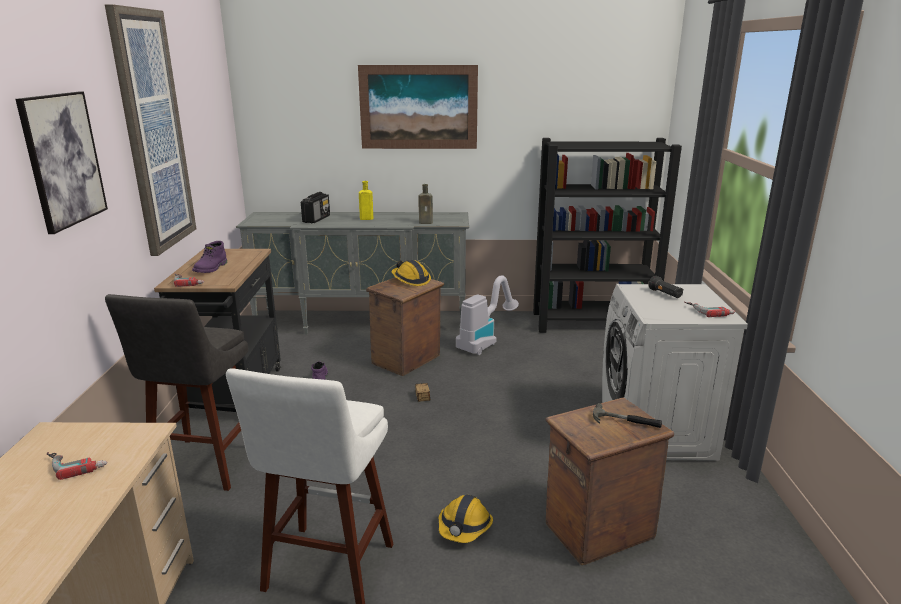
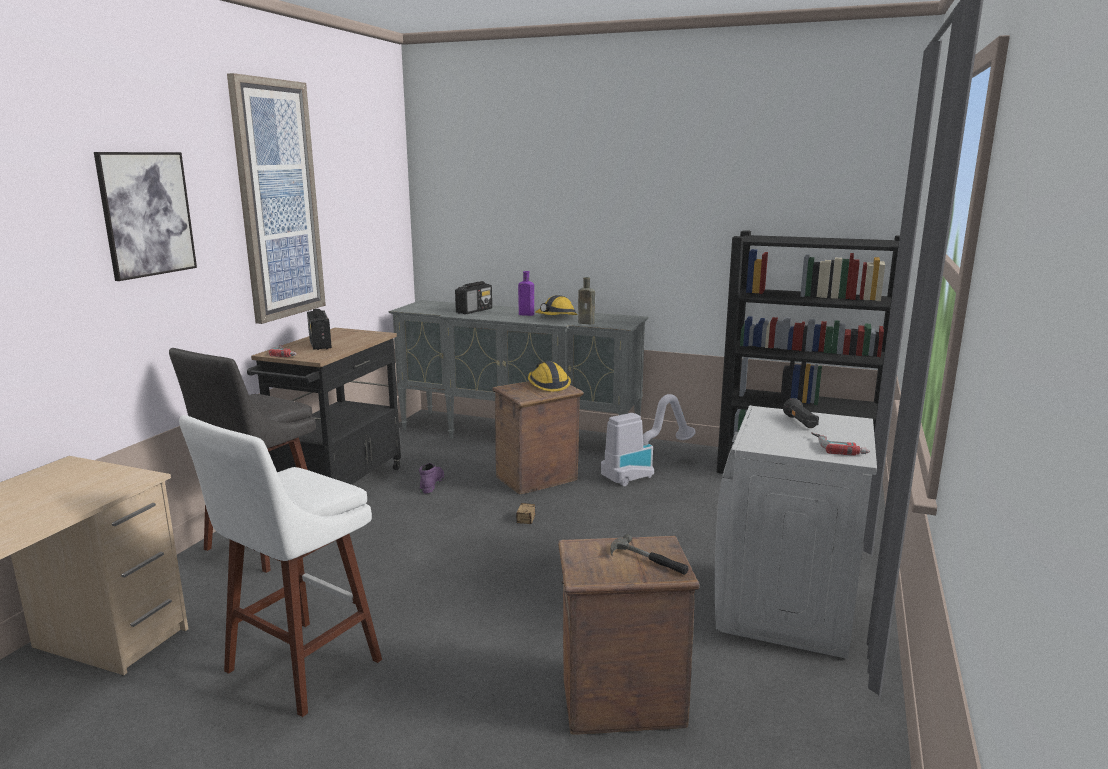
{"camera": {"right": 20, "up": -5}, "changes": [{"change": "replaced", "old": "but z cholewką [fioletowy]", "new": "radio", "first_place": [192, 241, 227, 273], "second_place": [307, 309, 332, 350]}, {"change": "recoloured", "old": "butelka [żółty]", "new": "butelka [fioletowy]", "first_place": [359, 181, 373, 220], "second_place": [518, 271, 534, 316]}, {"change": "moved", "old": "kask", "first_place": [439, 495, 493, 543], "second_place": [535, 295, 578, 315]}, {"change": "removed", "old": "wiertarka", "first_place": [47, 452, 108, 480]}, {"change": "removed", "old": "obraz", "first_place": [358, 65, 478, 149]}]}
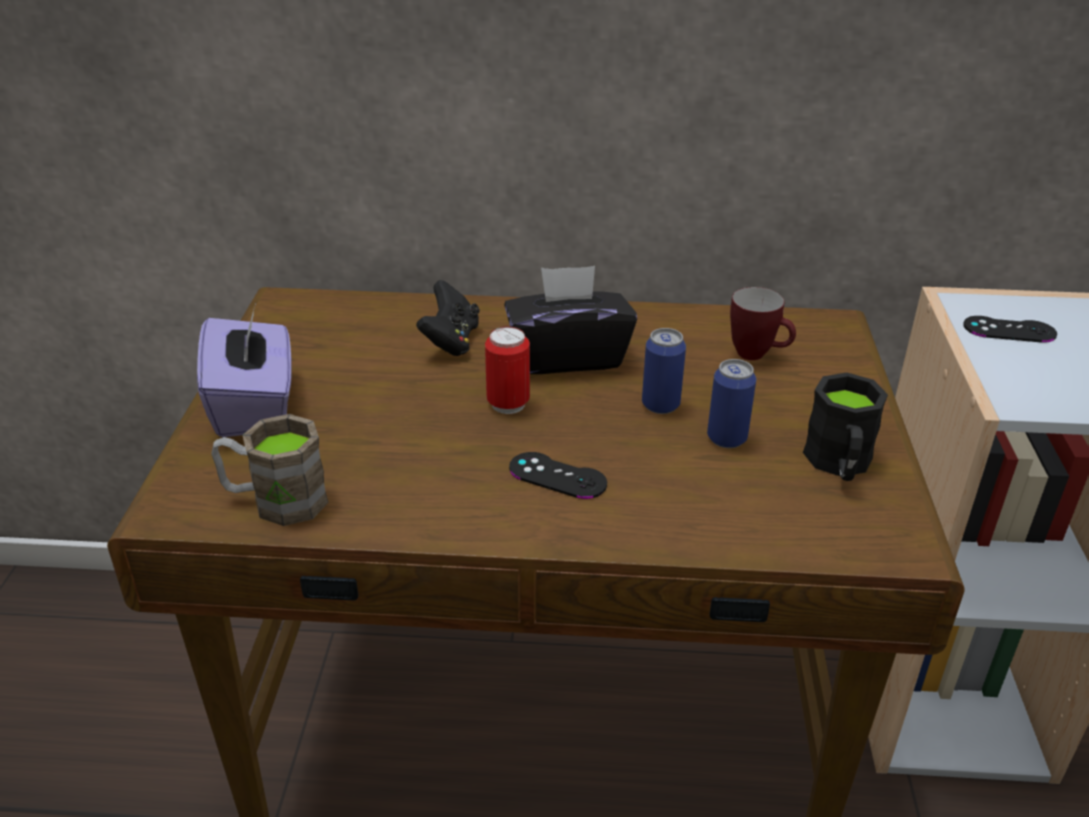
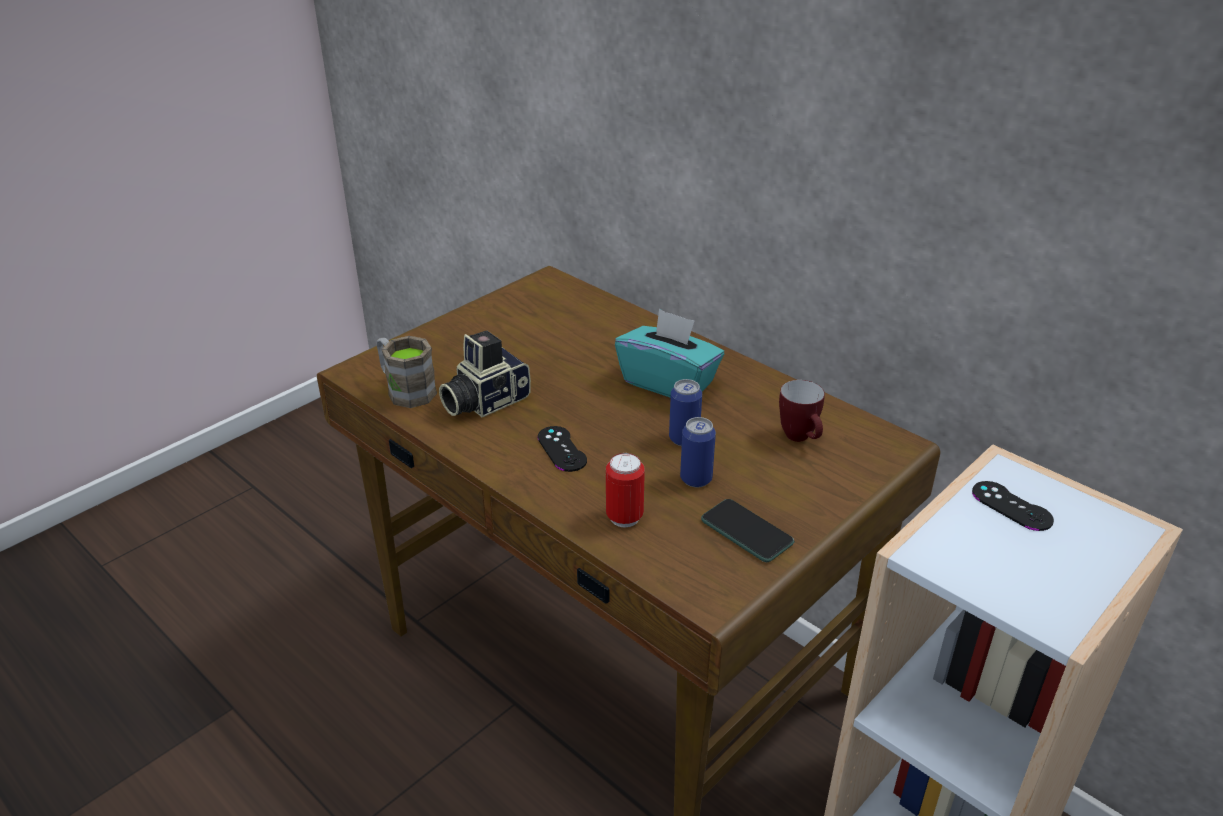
{"camera": {"right": 40, "up": 0}, "changes": [{"change": "added", "new": "aparat fotograficzny", "second_place": [439, 331, 531, 417]}, {"change": "moved", "old": "puszka", "first_place": [485, 326, 530, 414], "second_place": [606, 453, 645, 527]}, {"change": "recoloured", "old": "pudełko chusteczek [czarny]", "new": "pudełko chusteczek [turkusowy]", "first_place": [504, 266, 637, 374], "second_place": [615, 309, 724, 398]}, {"change": "replaced", "old": "kubek [czarny]", "new": "telefon", "first_place": [803, 373, 888, 481], "second_place": [701, 499, 794, 562]}, {"change": "removed", "old": "pudełko chusteczek [fioletowy]", "first_place": [197, 304, 292, 438]}, {"change": "removed", "old": "pad do gier [czarny]", "first_place": [416, 280, 480, 356]}]}
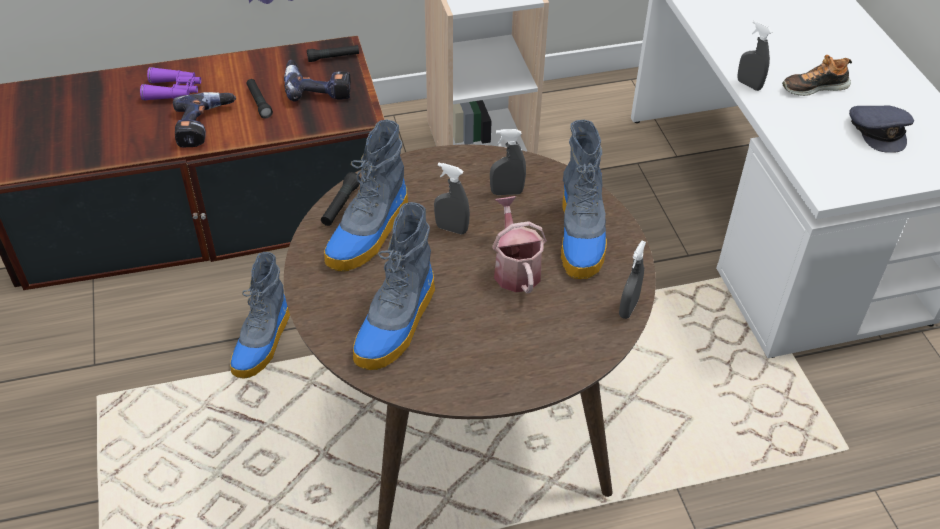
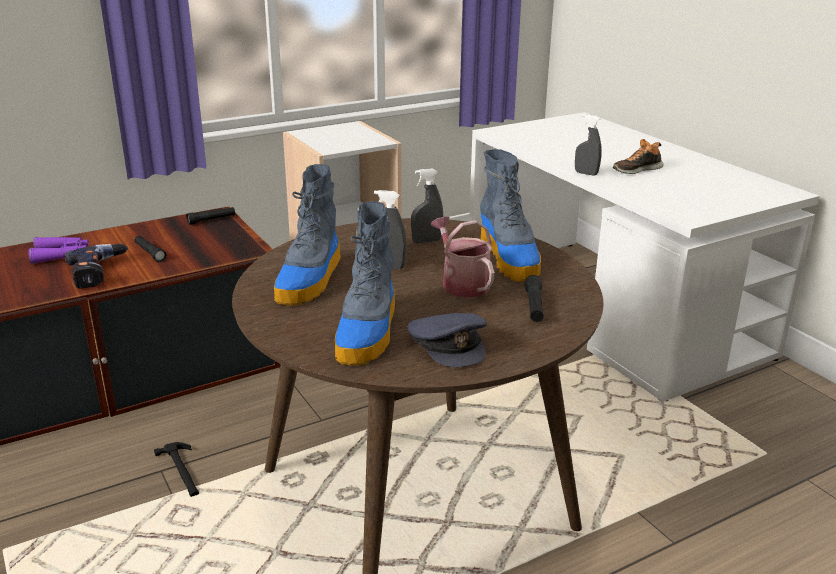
{"camera": {"right": -15, "up": -20}, "changes": [{"change": "replaced", "old": "but z cholewką", "new": "młotek", "first_place": [230, 252, 290, 378], "second_place": [154, 442, 199, 497]}, {"change": "moved", "old": "czapka z daszkiem [szary]", "first_place": [849, 106, 914, 153], "second_place": [407, 313, 487, 367]}, {"change": "moved", "old": "latarka [czarny]", "first_place": [321, 172, 361, 226], "second_place": [524, 275, 544, 322]}, {"change": "removed", "old": "wiertarka", "first_place": [284, 60, 351, 101]}, {"change": "removed", "old": "spryskiwacz [szary]", "first_place": [619, 241, 646, 319]}]}
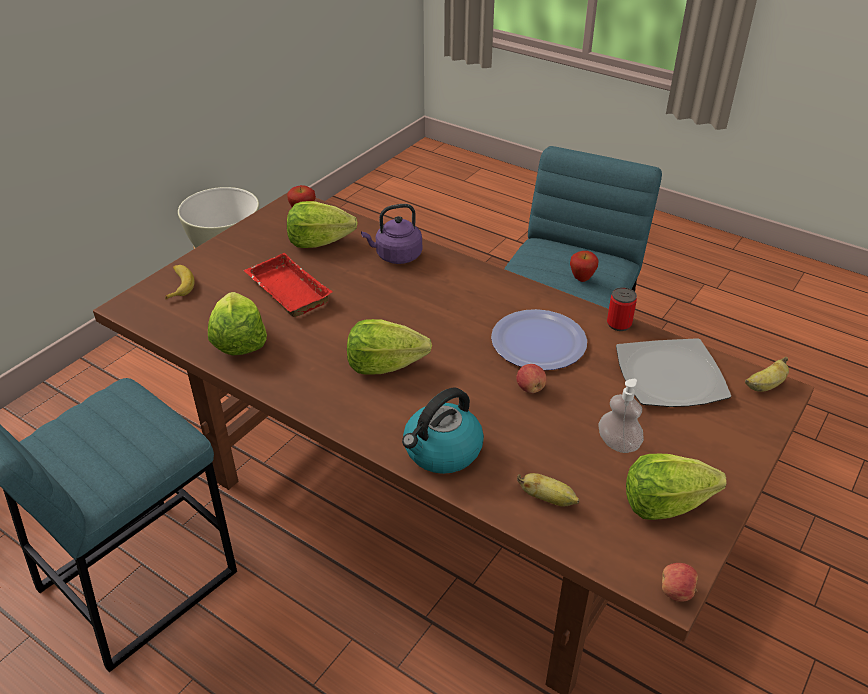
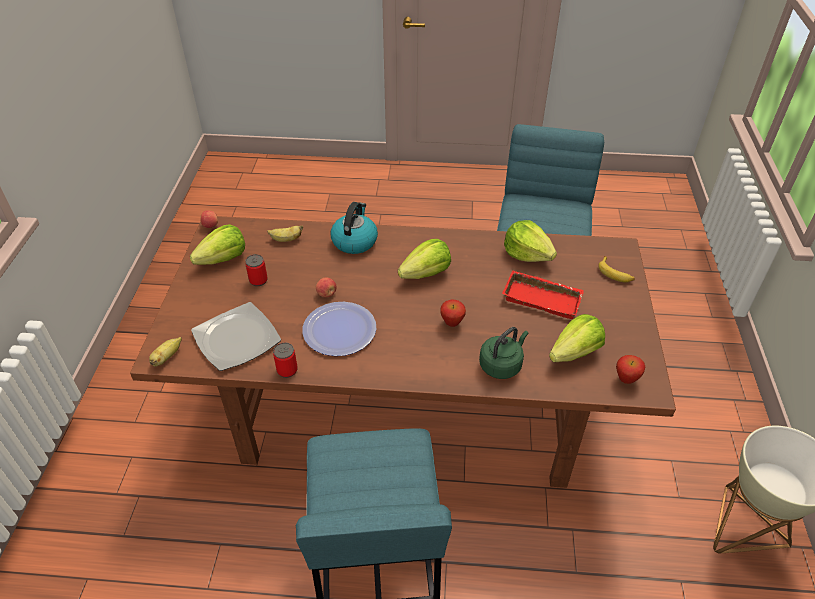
{"camera": {"right": 150, "up": 5}, "changes": [{"change": "replaced", "old": "dozownik mydła", "new": "puszka", "first_place": [598, 379, 644, 453], "second_place": [245, 254, 268, 286]}, {"change": "moved", "old": "jabłko", "first_place": [570, 251, 598, 282], "second_place": [440, 300, 466, 327]}, {"change": "recoloured", "old": "czajnik [fioletowy]", "new": "czajnik [zielony]", "first_place": [361, 204, 422, 264], "second_place": [479, 327, 529, 379]}]}
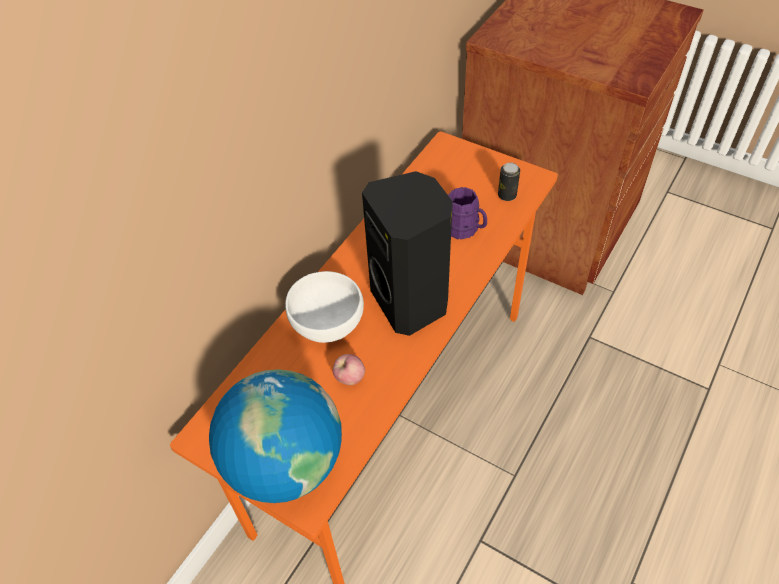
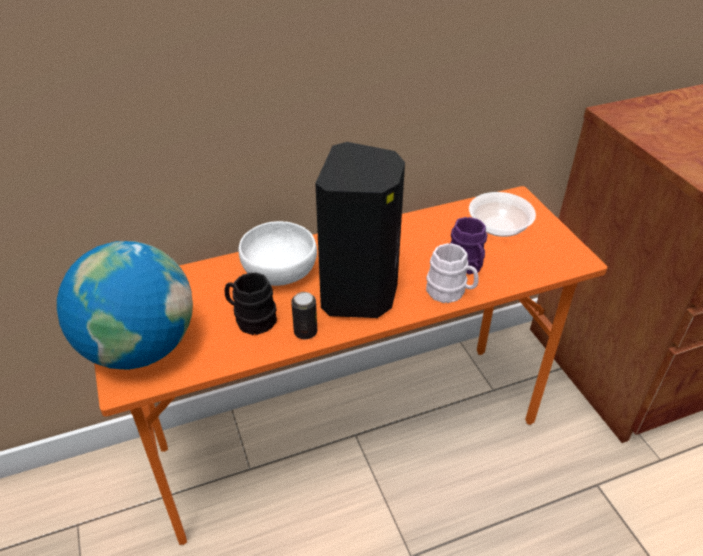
{"camera": {"right": 35, "up": -10}, "changes": [{"change": "replaced", "old": "jabłko", "new": "kubek [czarny]", "first_place": [333, 354, 365, 385], "second_place": [225, 272, 277, 335]}, {"change": "moved", "old": "puszka", "first_place": [498, 162, 520, 201], "second_place": [291, 292, 317, 339]}, {"change": "added", "new": "kubek [biały]", "second_place": [426, 243, 479, 303]}, {"change": "added", "new": "miska", "second_place": [469, 192, 536, 237]}]}
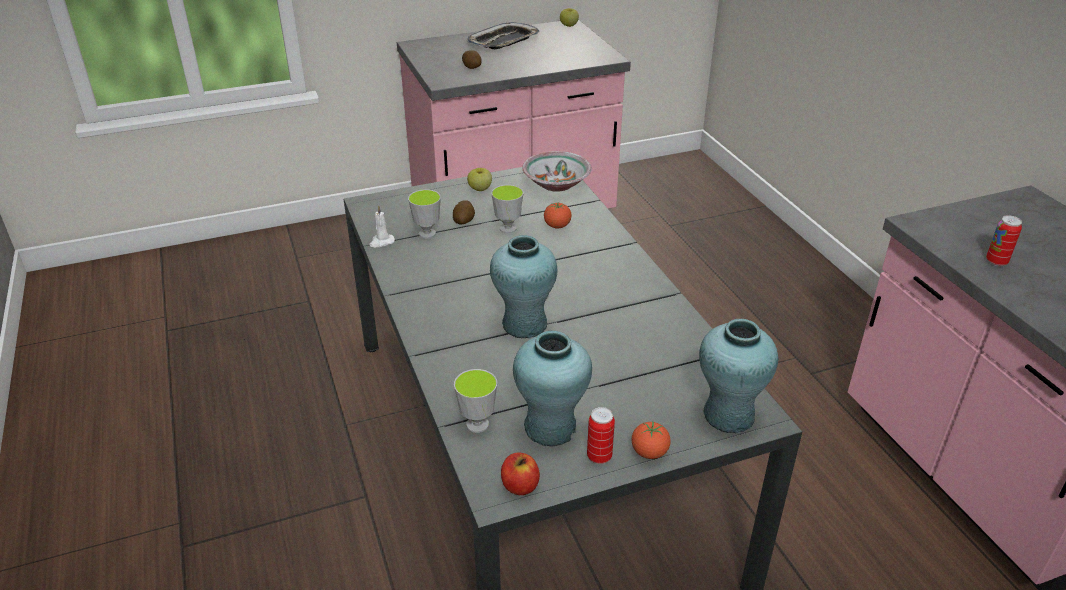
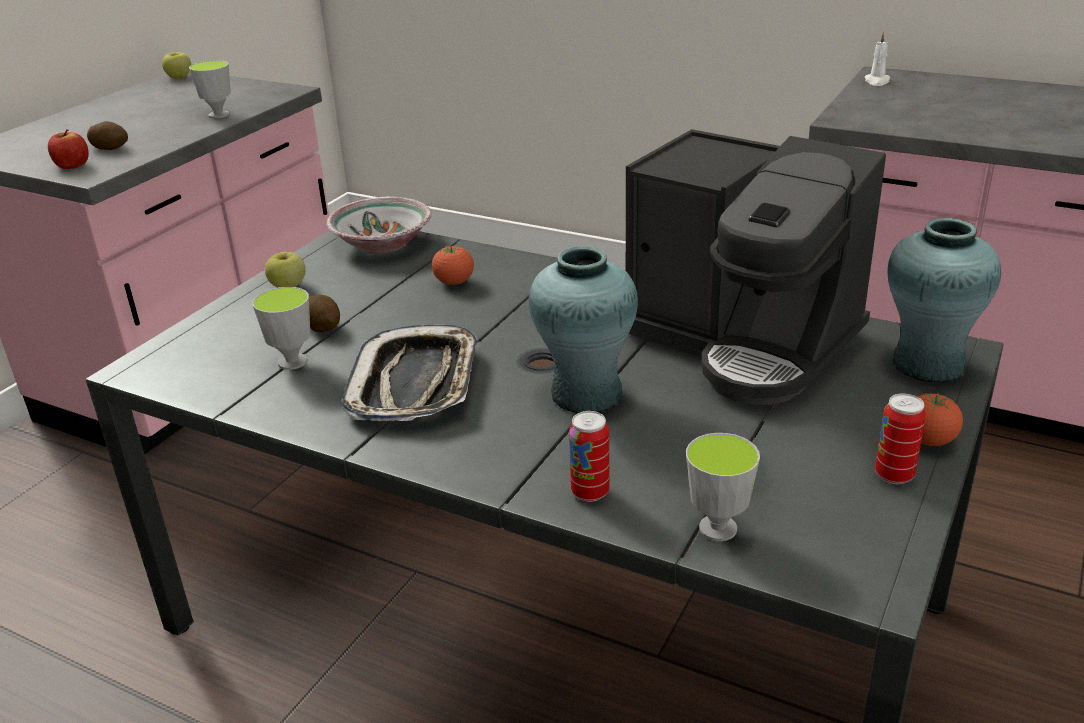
{"camera": {"right": -40, "up": -5}, "changes": [{"change": "moved", "old": "jabłko", "first_place": [501, 452, 540, 495], "second_place": [48, 129, 89, 169]}, {"change": "moved", "old": "filiżanka", "first_place": [491, 185, 524, 233], "second_place": [189, 60, 231, 118]}, {"change": "moved", "old": "taca", "first_place": [467, 22, 539, 49], "second_place": [342, 324, 478, 421]}, {"change": "moved", "old": "puszka", "first_place": [986, 215, 1022, 266], "second_place": [569, 411, 610, 502]}, {"change": "added", "new": "ekspres do kawy", "second_place": [626, 129, 886, 405]}, {"change": "moved", "old": "świeca [biały]", "first_place": [369, 205, 395, 247], "second_place": [865, 32, 890, 86]}, {"change": "removed", "old": "wazon [turkusowy]", "first_place": [513, 331, 592, 447]}]}
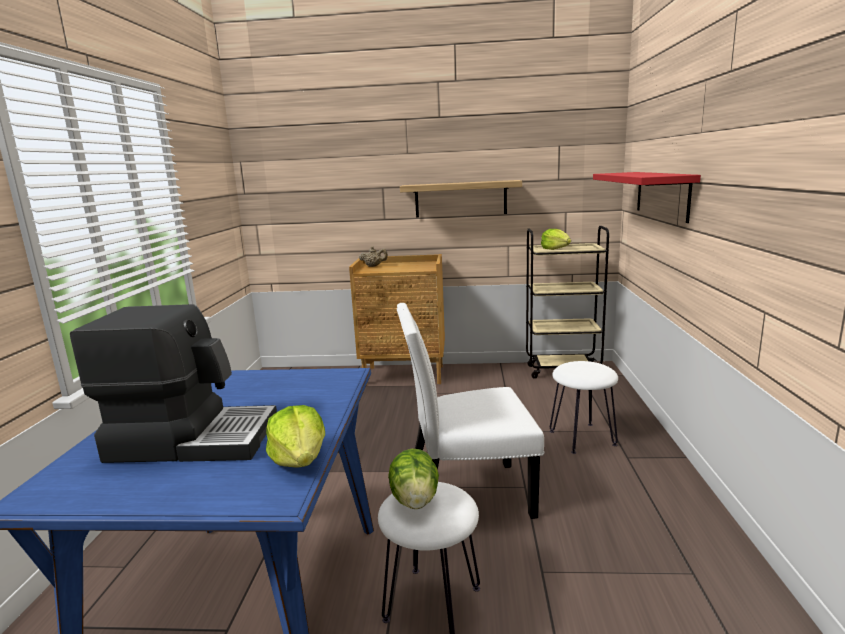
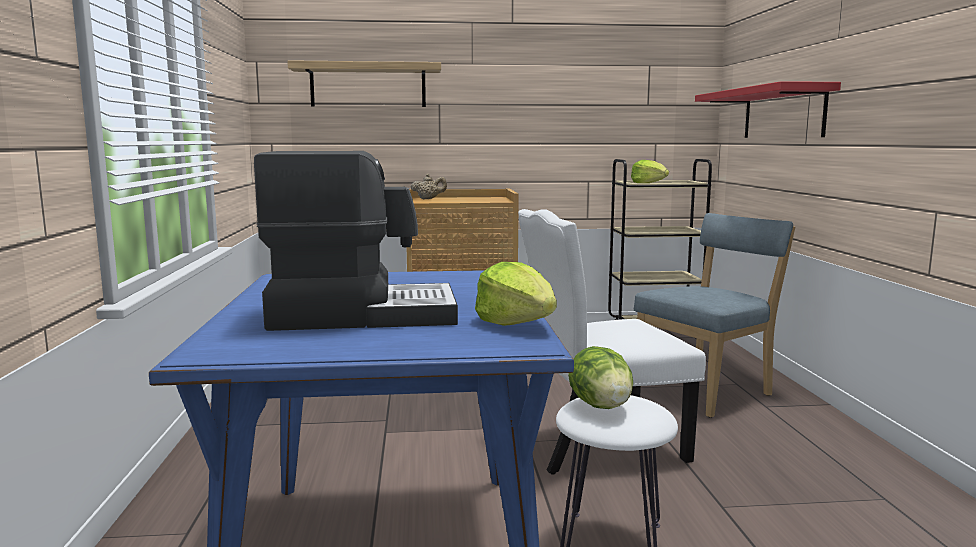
{"camera": {"right": -10, "up": -5}, "changes": [{"change": "moved", "old": "półka", "first_place": [400, 180, 522, 218], "second_place": [287, 60, 441, 107]}, {"change": "replaced", "old": "stołek [biały]", "new": "krzesło [niebieski]", "first_place": [550, 361, 618, 454], "second_place": [634, 213, 795, 418]}]}
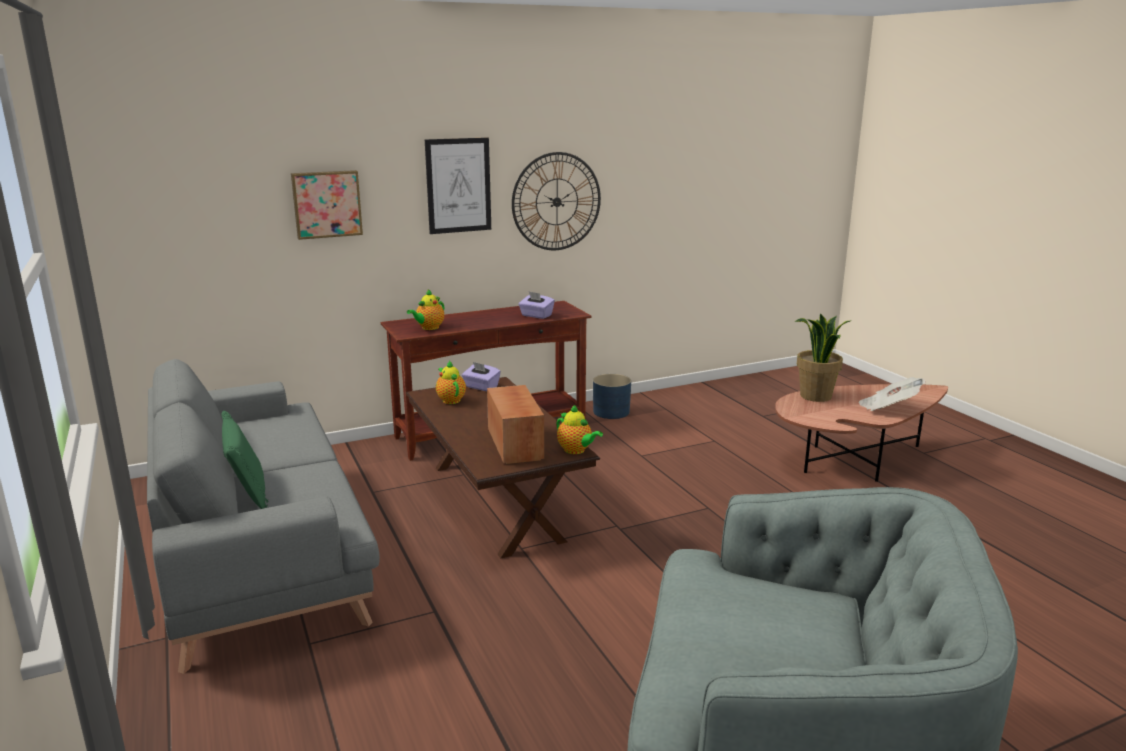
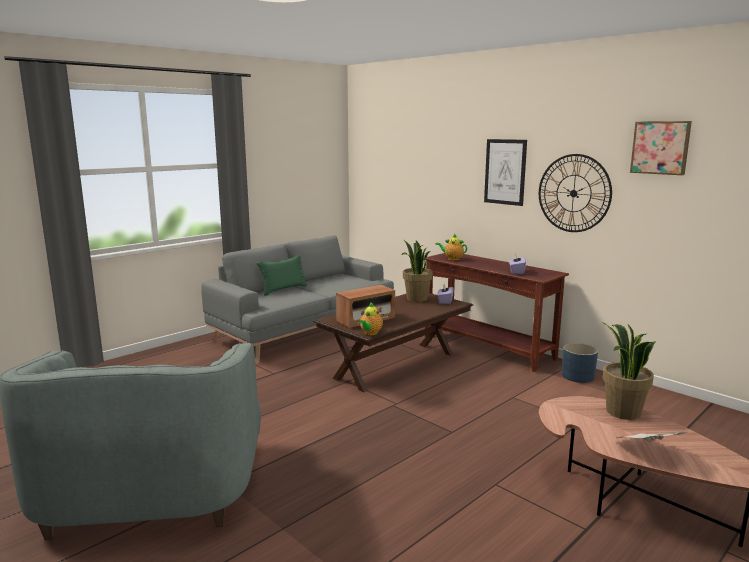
{"camera": {"right": 70, "up": -5}, "changes": [{"change": "replaced", "old": "imbryk", "new": "roślina doniczkowa", "first_place": [436, 360, 466, 404], "second_place": [401, 240, 433, 302]}, {"change": "moved", "old": "obraz", "first_place": [291, 170, 363, 240], "second_place": [630, 121, 692, 175]}]}
